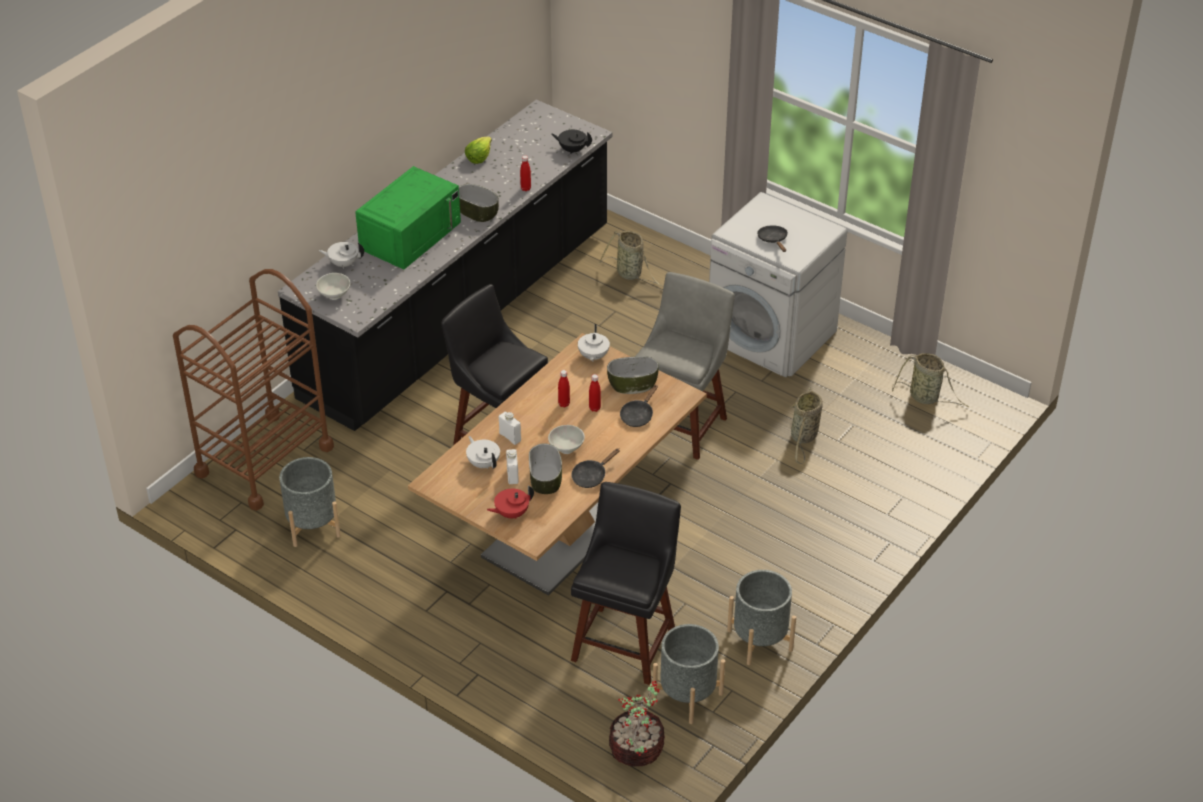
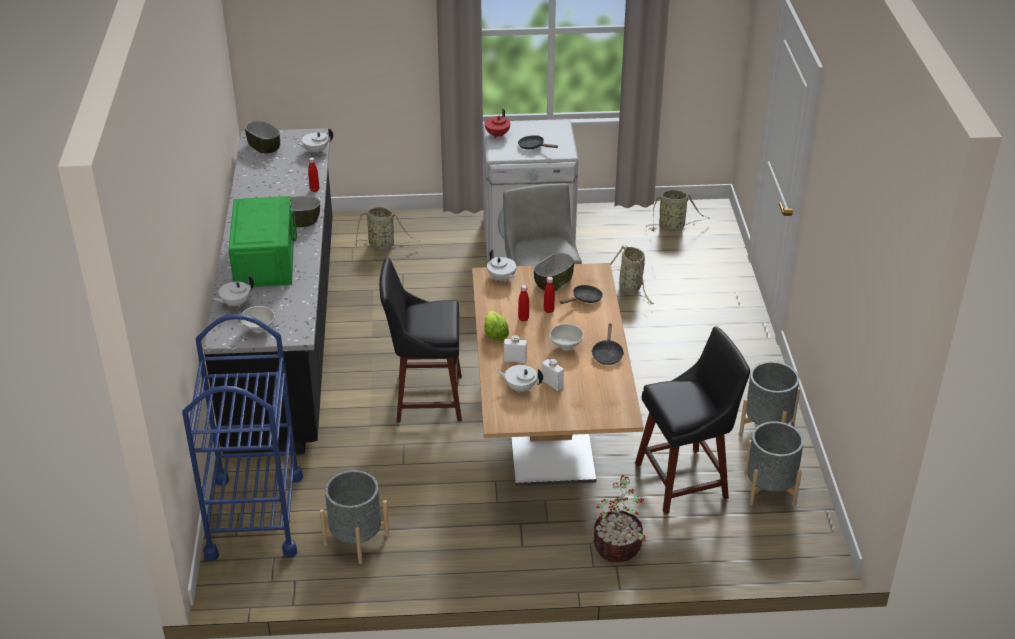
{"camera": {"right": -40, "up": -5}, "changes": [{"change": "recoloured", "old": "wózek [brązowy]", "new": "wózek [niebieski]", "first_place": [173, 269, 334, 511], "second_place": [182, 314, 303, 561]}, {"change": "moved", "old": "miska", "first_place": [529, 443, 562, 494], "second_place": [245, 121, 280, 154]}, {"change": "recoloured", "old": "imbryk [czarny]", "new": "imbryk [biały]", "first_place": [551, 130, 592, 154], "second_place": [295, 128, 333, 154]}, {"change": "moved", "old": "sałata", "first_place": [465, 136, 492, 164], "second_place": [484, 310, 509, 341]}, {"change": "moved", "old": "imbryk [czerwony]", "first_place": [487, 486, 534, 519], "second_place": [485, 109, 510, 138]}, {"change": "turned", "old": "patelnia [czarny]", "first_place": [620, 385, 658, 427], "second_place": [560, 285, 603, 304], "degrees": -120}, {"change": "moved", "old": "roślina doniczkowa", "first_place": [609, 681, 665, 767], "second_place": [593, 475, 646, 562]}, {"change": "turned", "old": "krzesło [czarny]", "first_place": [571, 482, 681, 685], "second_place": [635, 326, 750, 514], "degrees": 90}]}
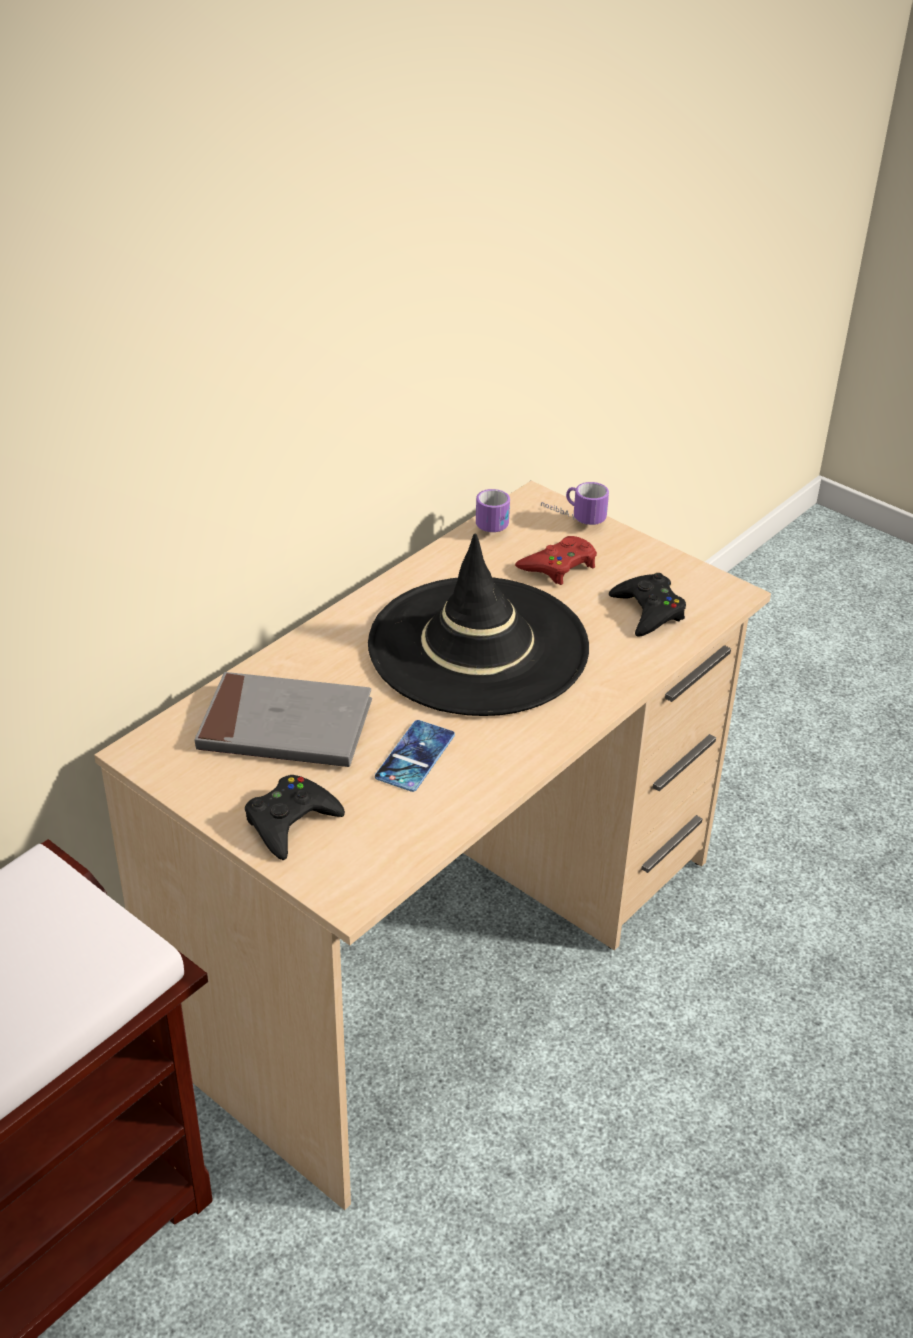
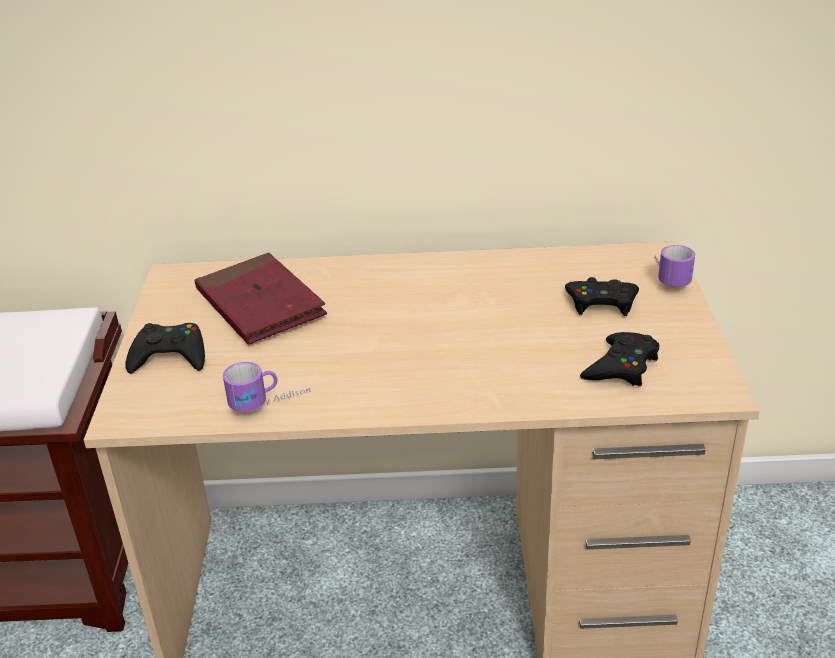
{"camera": {"right": 50, "up": -5}, "changes": [{"change": "recoloured", "old": "książka [szary]", "new": "książka [czerwony]", "first_place": [195, 672, 372, 767], "second_place": [195, 253, 327, 344]}, {"change": "moved", "old": "kubek", "first_place": [476, 489, 510, 532], "second_place": [223, 362, 311, 412]}, {"change": "recoloured", "old": "pad do gier [czerwony]", "new": "pad do gier [czarny]", "first_place": [515, 536, 597, 585], "second_place": [565, 277, 639, 316]}, {"change": "removed", "old": "kapelusz [czarny]", "first_place": [368, 533, 589, 716]}, {"change": "removed", "old": "telefon", "first_place": [375, 720, 455, 792]}]}
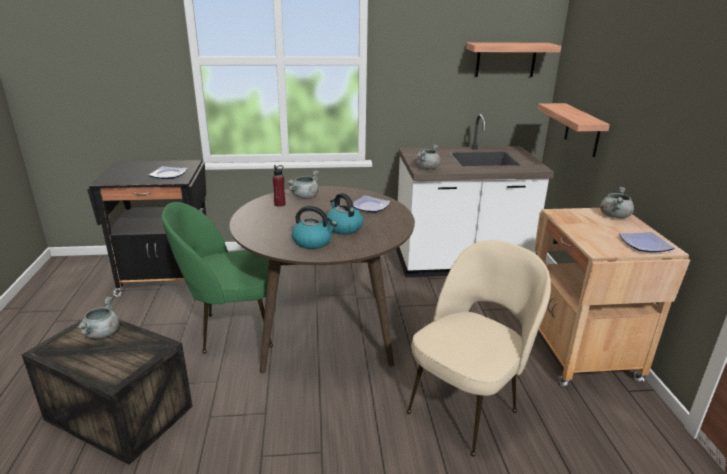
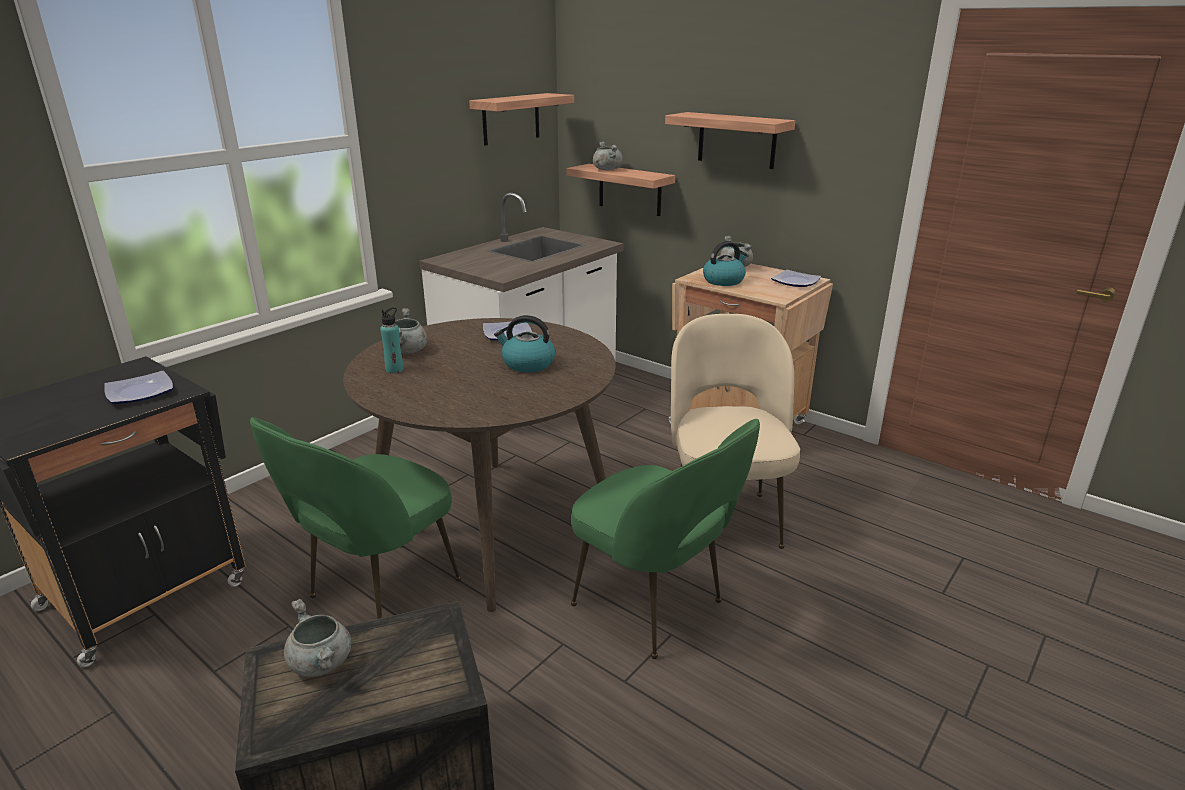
{"camera": {"right": -45, "up": 0}, "changes": [{"change": "recoloured", "old": "butelka [czerwony]", "new": "butelka [turkusowy]", "first_place": [273, 165, 285, 207], "second_place": [380, 307, 403, 373]}, {"change": "added", "new": "krzesło [zielony]", "second_place": [571, 419, 760, 659]}, {"change": "moved", "old": "garnek [szary]", "first_place": [415, 144, 440, 169], "second_place": [593, 142, 623, 170]}, {"change": "added", "new": "półka", "second_place": [665, 112, 795, 169]}, {"change": "moved", "old": "czajnik", "first_place": [292, 206, 337, 249], "second_place": [703, 241, 747, 286]}]}
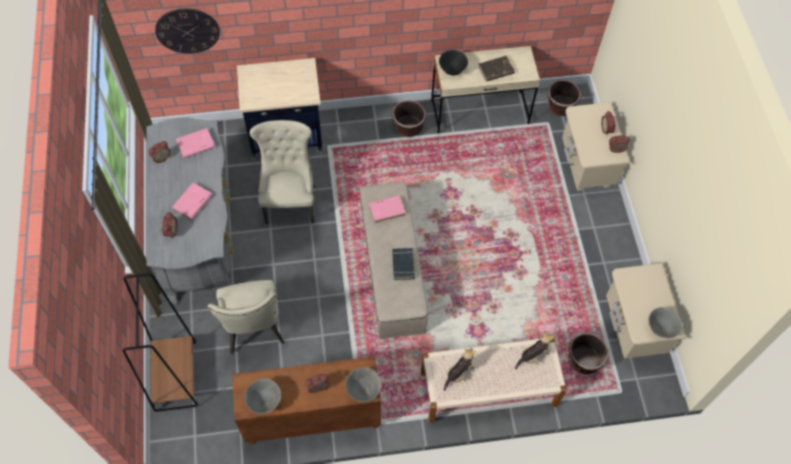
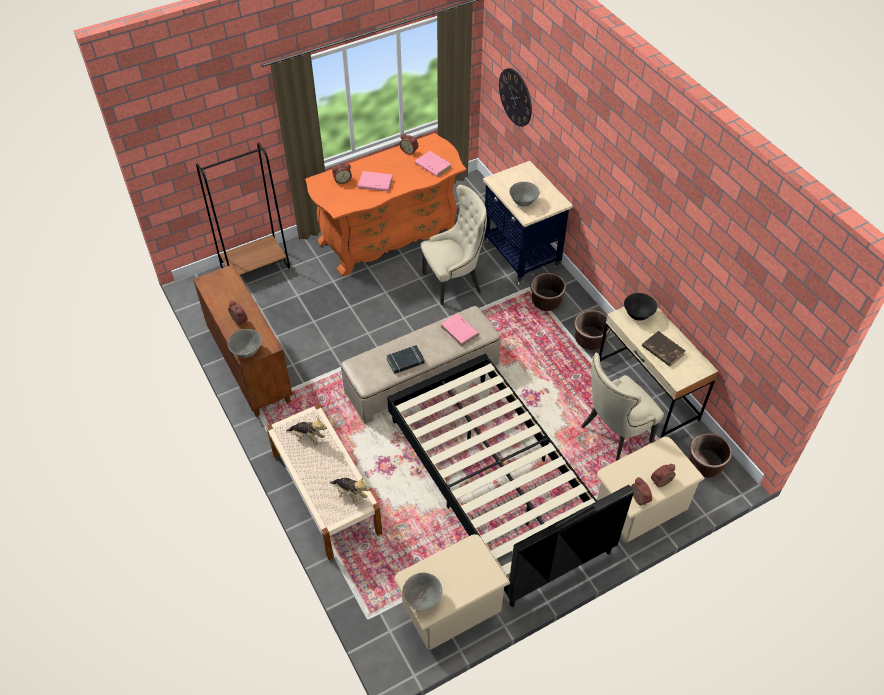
{"camera": {"right": 70, "up": -10}, "changes": [{"change": "recoloured", "old": "komoda [szary]", "new": "komoda [pomarańczowy]", "first_place": [146, 118, 233, 304], "second_place": [305, 133, 466, 276]}, {"change": "added", "new": "łóżko [czarny]", "second_place": [387, 354, 634, 607]}, {"change": "moved", "old": "miska [szary]", "first_place": [245, 379, 281, 414], "second_place": [509, 182, 540, 206]}, {"change": "moved", "old": "donica [brązowy]", "first_place": [568, 333, 609, 374], "second_place": [530, 273, 566, 311]}, {"change": "moved", "old": "krzesło [beżowy]", "first_place": [208, 280, 285, 354], "second_place": [581, 353, 664, 461]}]}
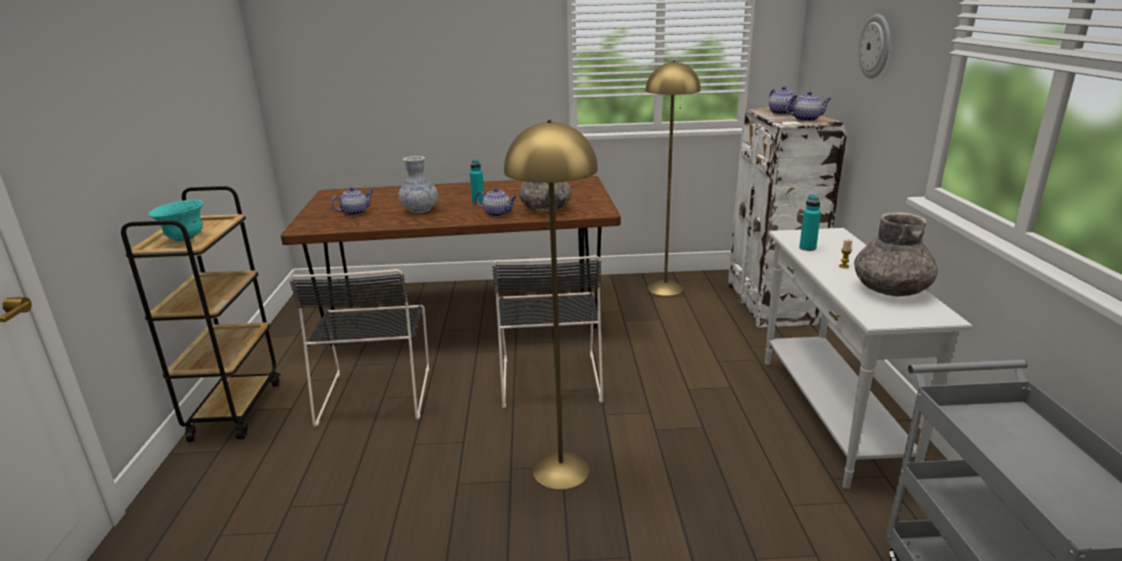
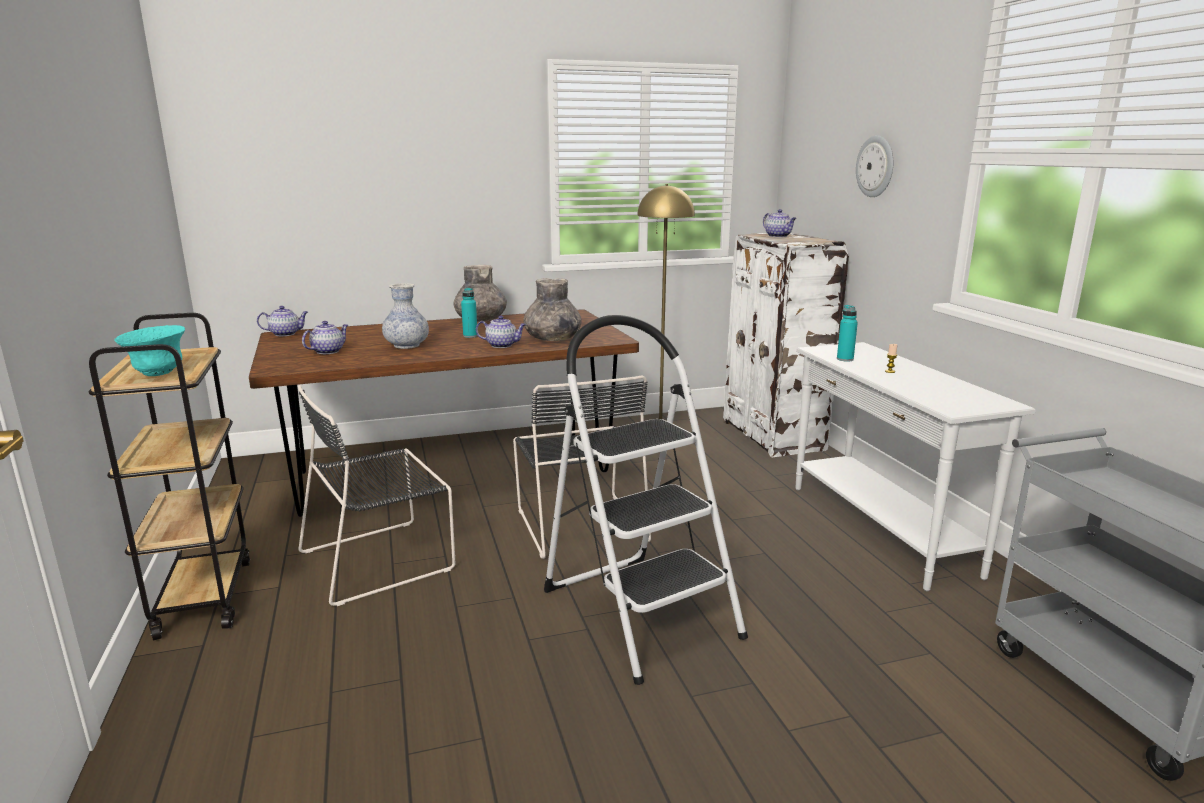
{"camera": {"right": -15, "up": -5}, "changes": [{"change": "moved", "old": "imbryk", "first_place": [785, 91, 832, 121], "second_place": [257, 306, 308, 336]}, {"change": "turned", "old": "krzesło [czarny]", "first_place": [290, 269, 430, 427], "second_place": [298, 385, 455, 606], "degrees": 75}, {"change": "moved", "old": "wazon [szary]", "first_place": [854, 212, 938, 296], "second_place": [454, 265, 507, 322]}, {"change": "replaced", "old": "lampa stojąca [żółty]", "new": "drabinka", "first_place": [504, 120, 598, 490], "second_place": [544, 315, 748, 685]}]}
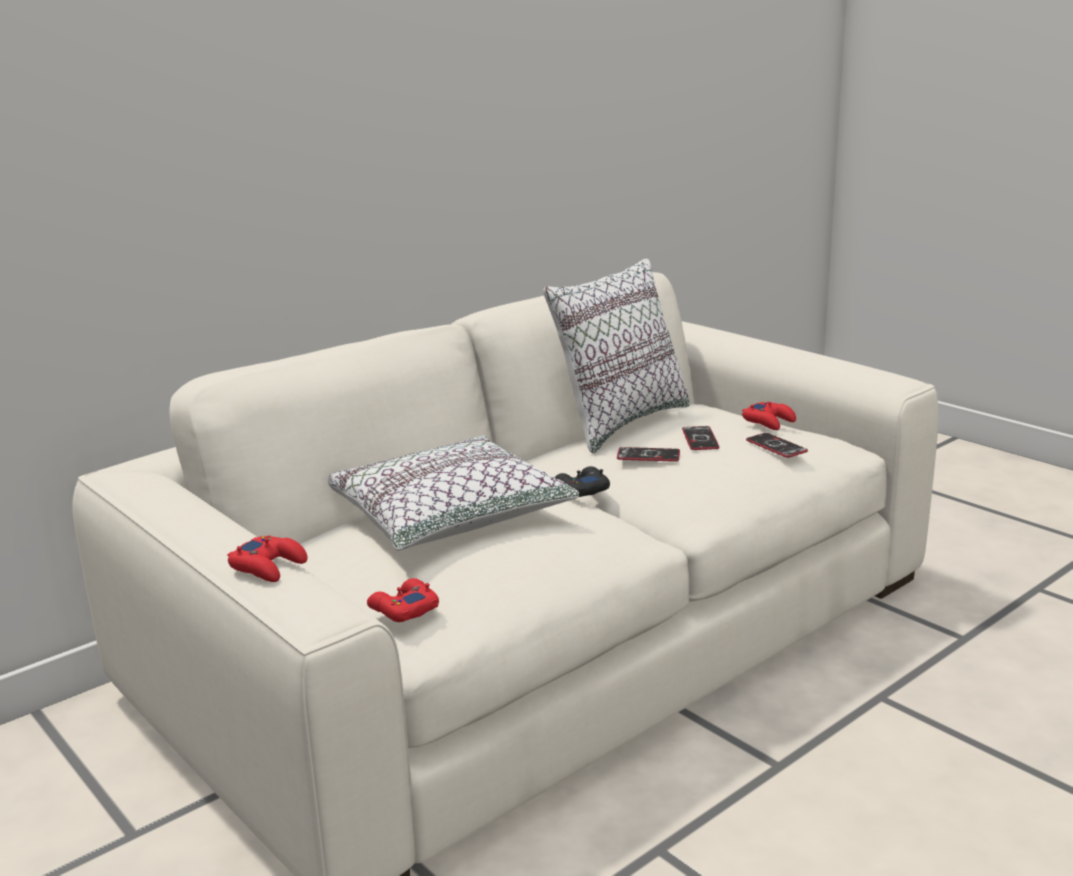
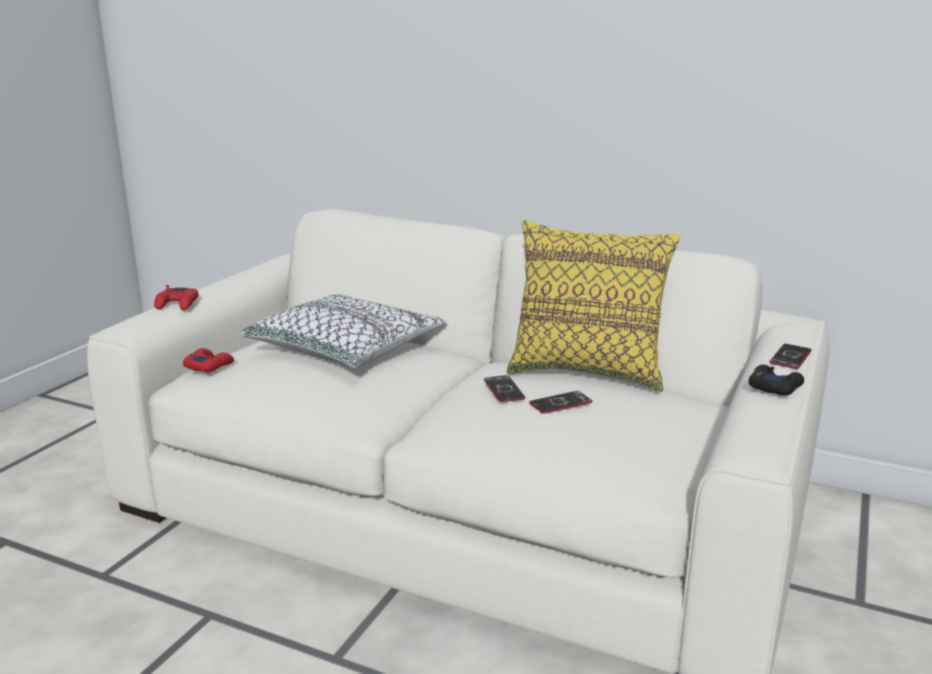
{"camera": {"right": 65, "up": 0}, "changes": [{"change": "recoloured", "old": "poduszka [biały]", "new": "poduszka [żółty]", "first_place": [543, 259, 690, 453], "second_place": [507, 220, 680, 392]}, {"change": "moved", "old": "pad do gier [czarny]", "first_place": [554, 466, 610, 497], "second_place": [749, 364, 804, 396]}, {"change": "moved", "old": "telefon", "first_place": [746, 433, 808, 458], "second_place": [769, 344, 812, 369]}, {"change": "removed", "old": "pad do gier [czerwony]", "first_place": [742, 402, 796, 430]}]}
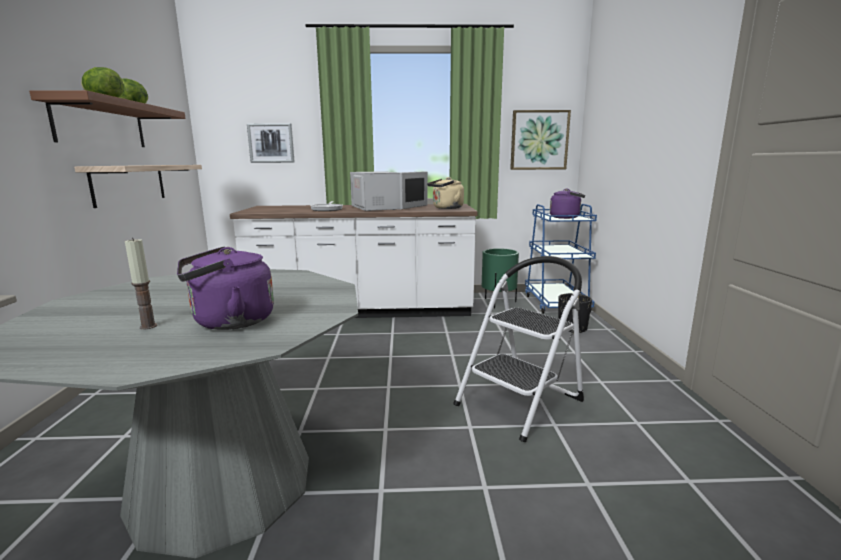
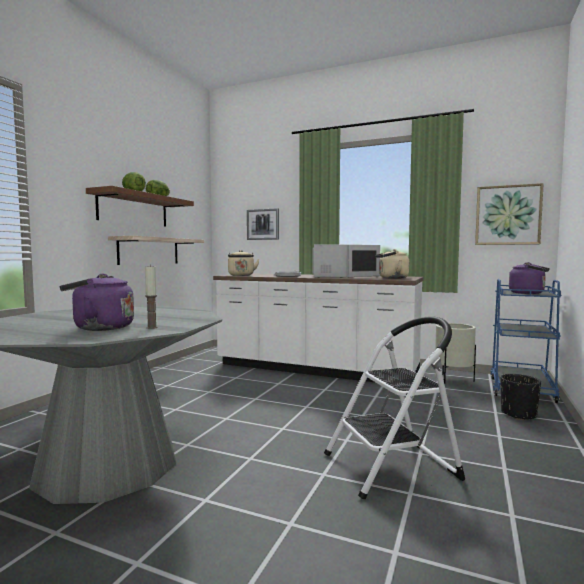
{"camera": {"right": 25, "up": -10}, "changes": [{"change": "moved", "old": "świeca", "first_place": [125, 238, 157, 329], "second_place": [145, 265, 158, 329]}, {"change": "added", "new": "czajnik [beżowy]", "second_place": [228, 250, 260, 276]}, {"change": "recoloured", "old": "donica [zielony]", "new": "donica [beżowy]", "first_place": [482, 248, 519, 309], "second_place": [435, 323, 476, 384]}]}
